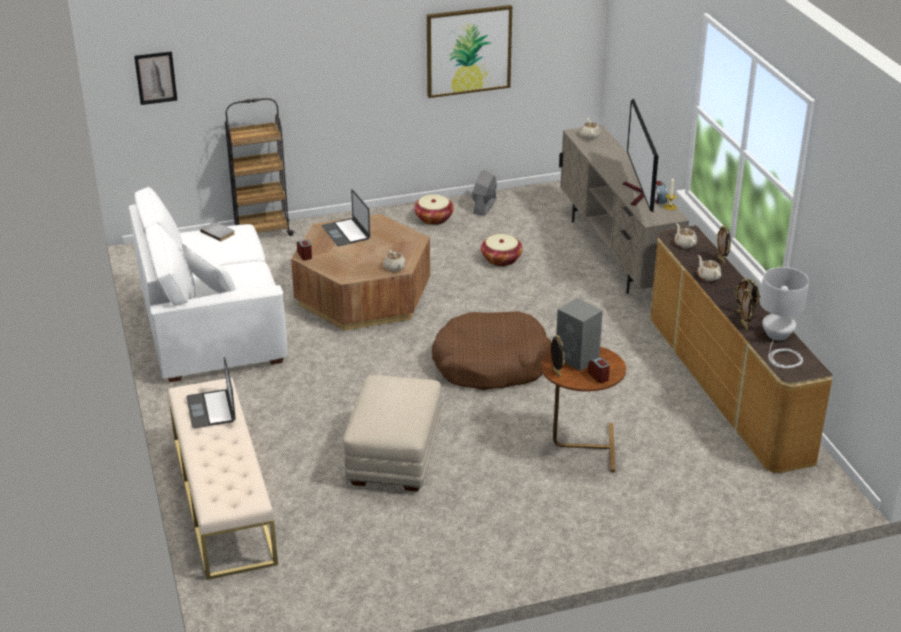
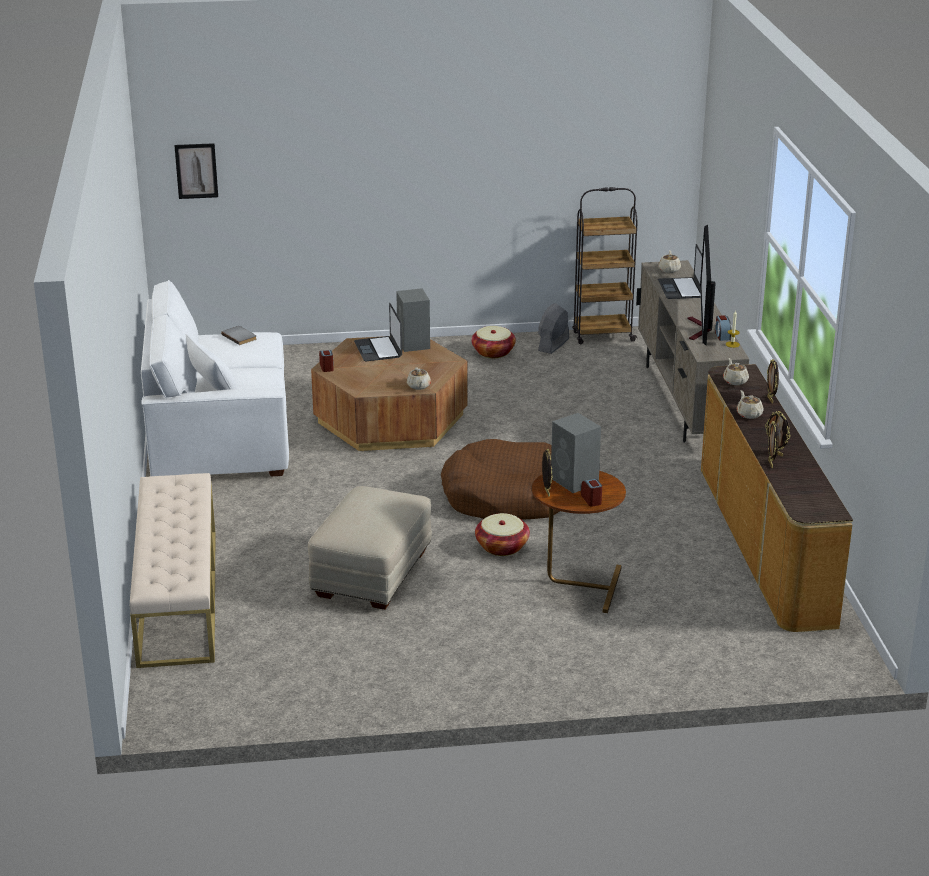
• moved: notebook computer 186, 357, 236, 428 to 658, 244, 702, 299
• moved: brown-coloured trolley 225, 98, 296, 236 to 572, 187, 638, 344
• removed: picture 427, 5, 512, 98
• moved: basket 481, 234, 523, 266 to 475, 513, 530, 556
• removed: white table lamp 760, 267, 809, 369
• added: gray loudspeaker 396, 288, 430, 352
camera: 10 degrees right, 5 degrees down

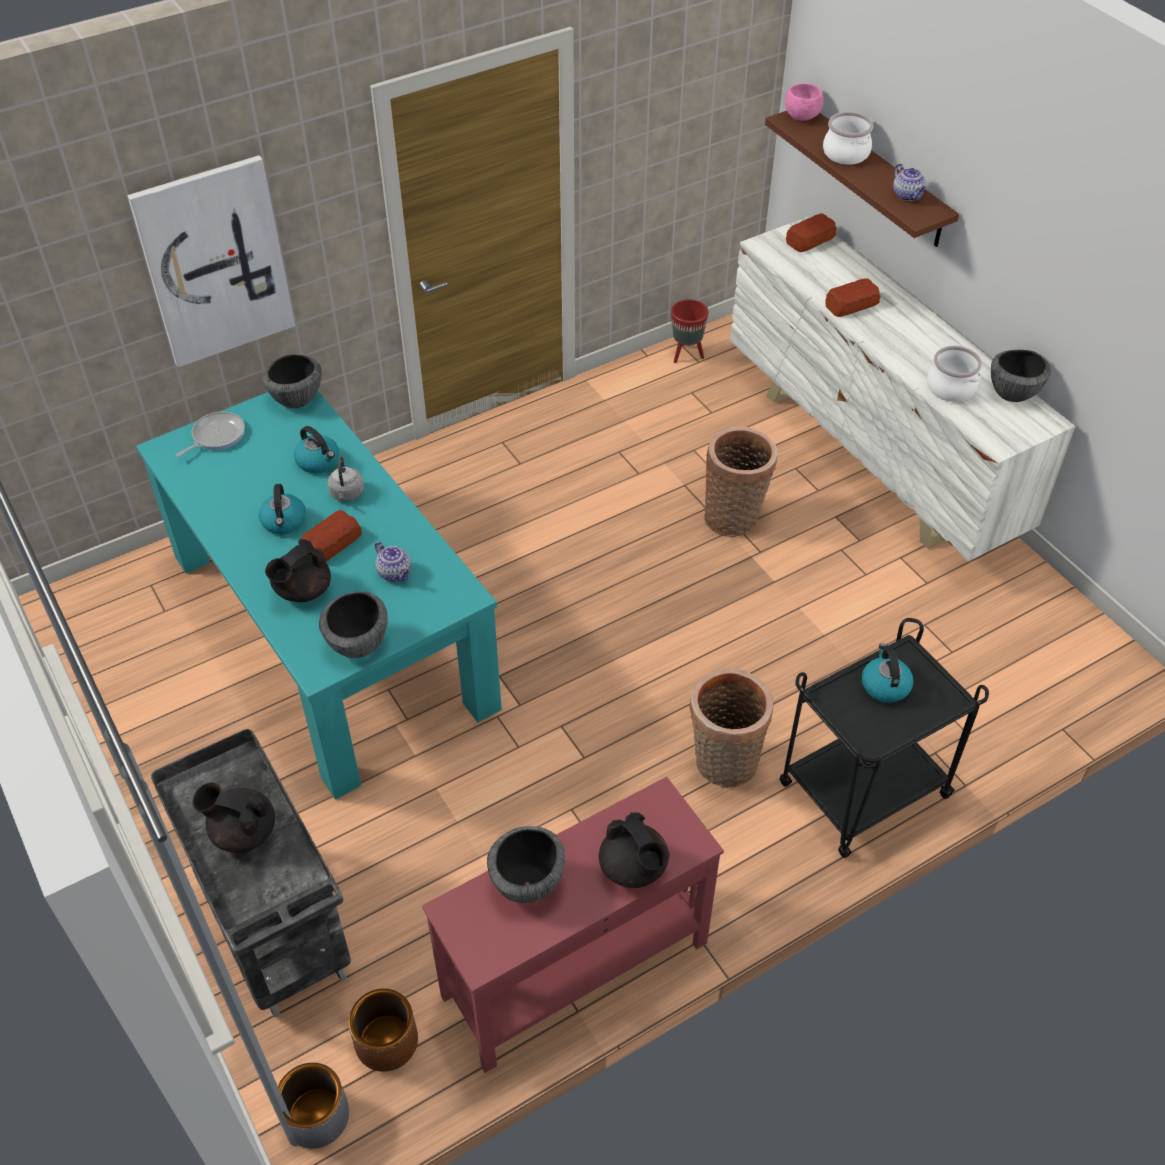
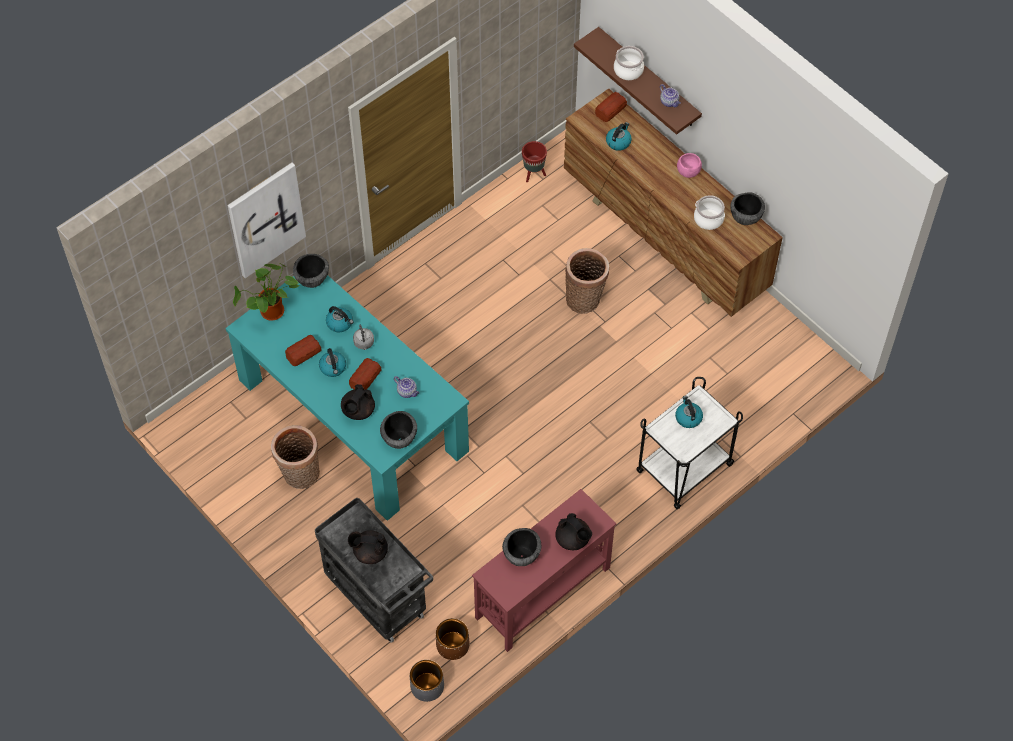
• replaced: skillet 176, 412, 245, 457 to potted plant 233, 263, 300, 321
• moved: basket 690, 668, 773, 788 to 271, 425, 320, 489
• recoloured: white cabinet 730, 216, 1075, 562 to brown-coloured cabinet 564, 88, 783, 317
• recoloured: black trolley 779, 618, 989, 858 to white trolley 636, 377, 743, 509
• moved: pink-coloured deep dish 785, 83, 824, 121 to 677, 153, 702, 178
• moved: bread 825, 278, 881, 317 to 285, 335, 322, 366
• added: water kettle 606, 122, 632, 151
camera: 10 degrees left, 10 degrees up

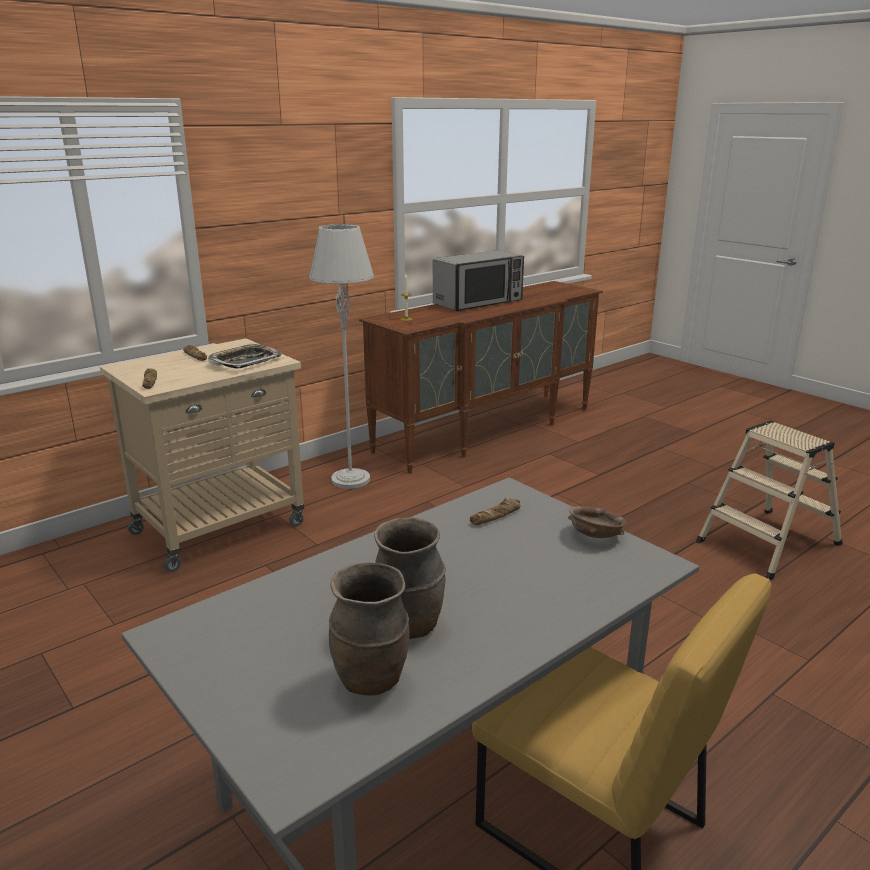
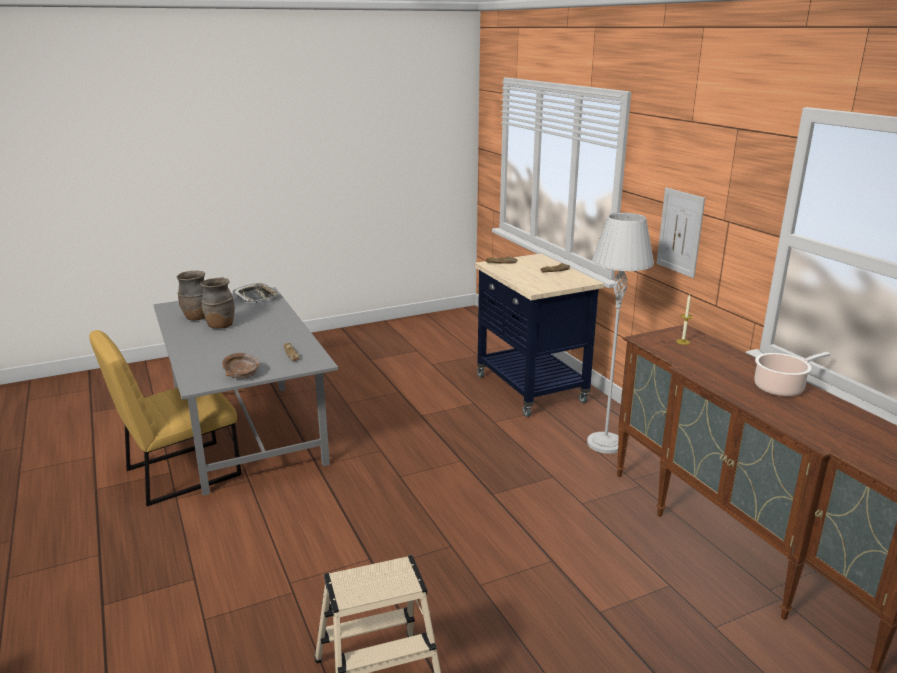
• recoloured: beige trolley 100, 338, 304, 572 to blue-coloured trolley 475, 253, 604, 417
• moved: carrying tray 208, 344, 282, 368 to 232, 283, 278, 303
• replaced: kitchen microwave 433, 250, 524, 311 to saucepot 754, 352, 831, 397
• added: picture 657, 187, 705, 278
camera: 105 degrees right, 0 degrees up

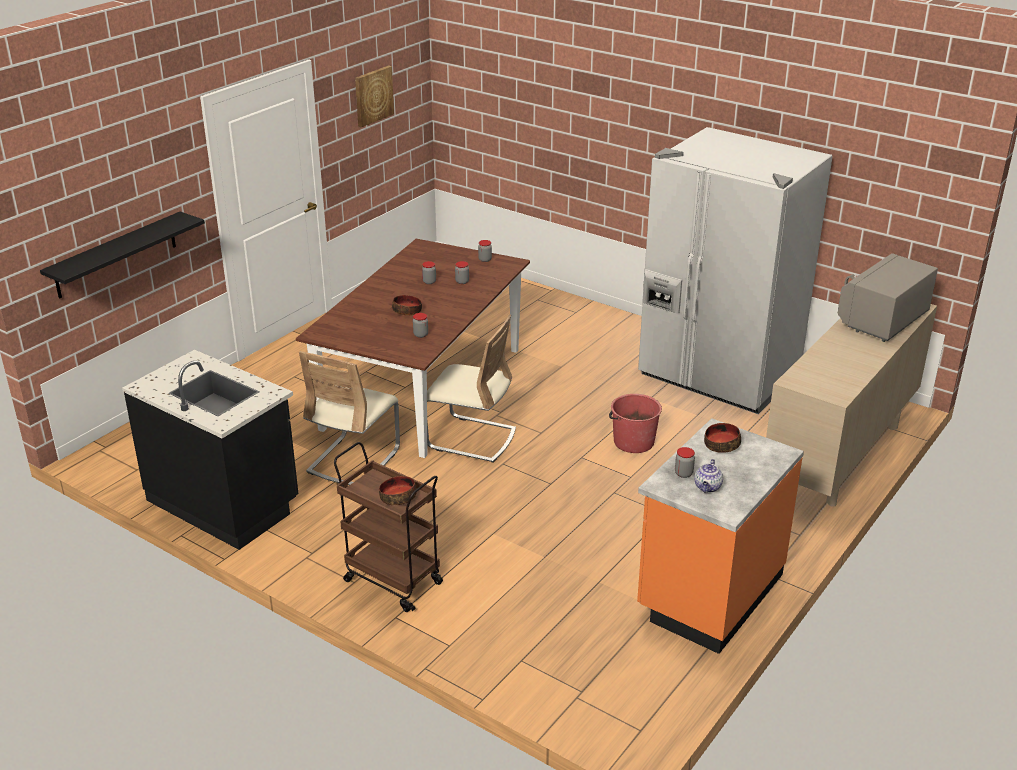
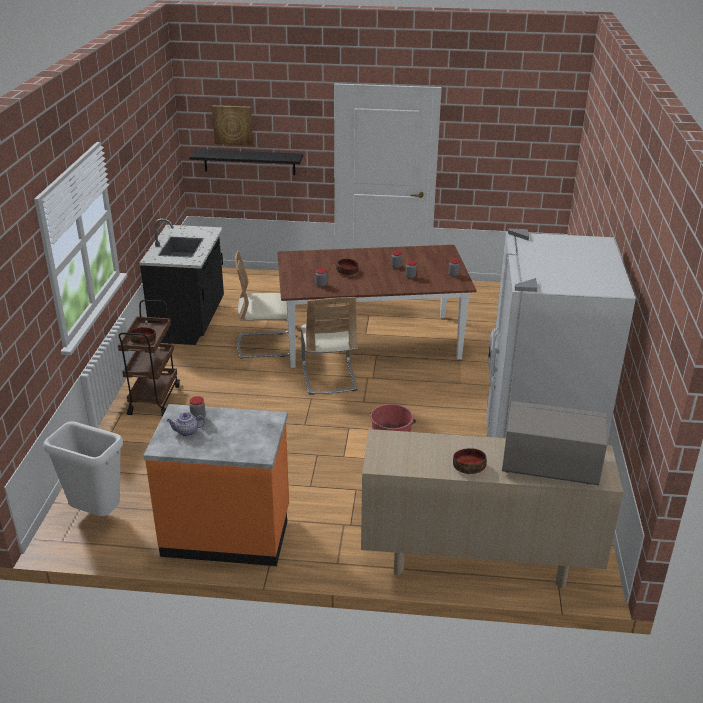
• moved: picture 355, 65, 394, 127 to 212, 105, 253, 146
• moved: deep dish 704, 423, 741, 453 to 453, 448, 487, 474
• added: white waste bin 43, 421, 123, 516
camera: 60 degrees right, 0 degrees up

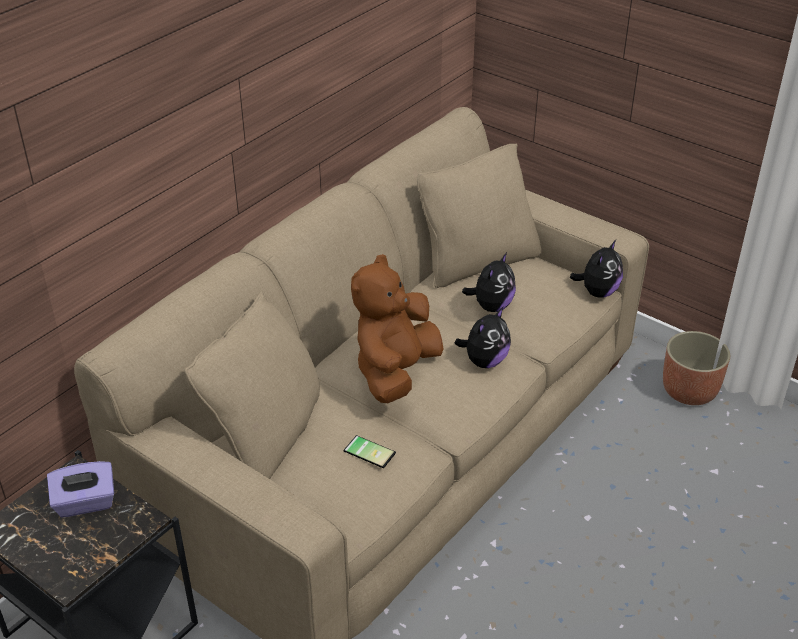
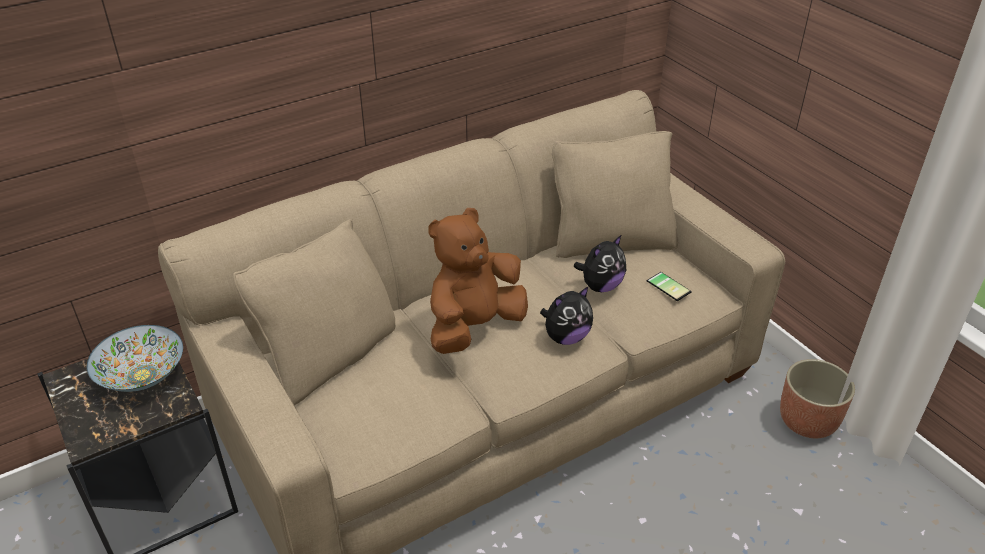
• replaced: purple tissue holder 47, 461, 114, 517 to deep dish 87, 325, 183, 392
• moved: telephone 343, 435, 396, 469 to 647, 272, 692, 301
• removed: plush toy 570, 240, 623, 298
camera: 20 degrees right, 0 degrees up

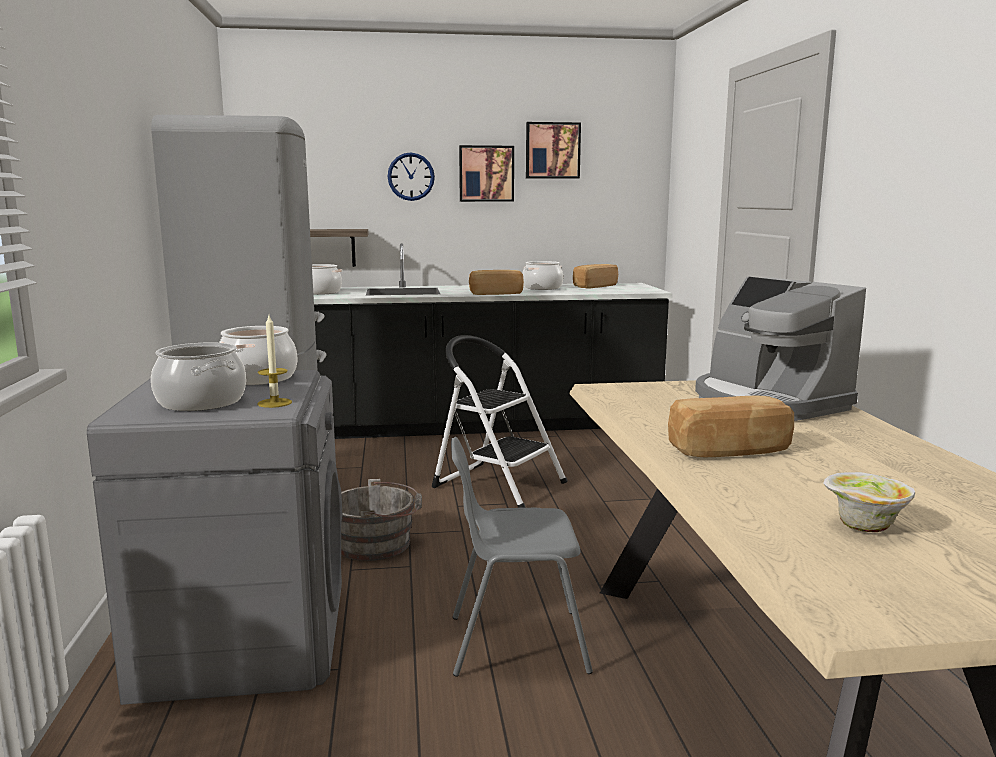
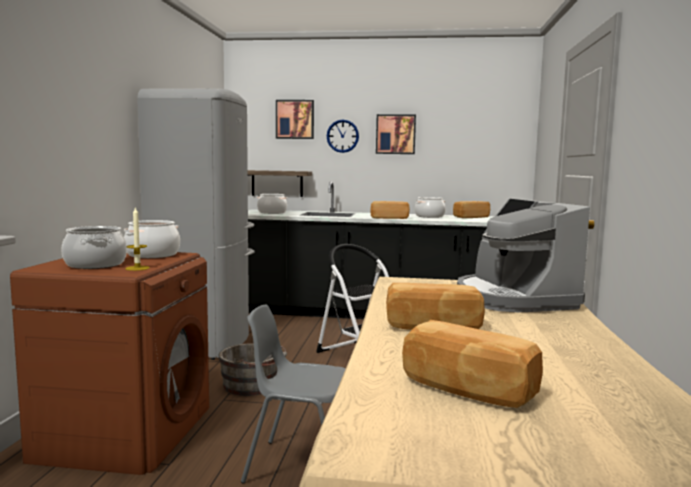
• recoloured: gray washing machine 87, 370, 342, 705 to brown-coloured washing machine 10, 252, 209, 475
• moved: picture 526, 122, 581, 179 to 276, 100, 314, 139
• replaced: deep dish 823, 472, 915, 532 to bread 402, 320, 543, 408
camera: 15 degrees right, 5 degrees down

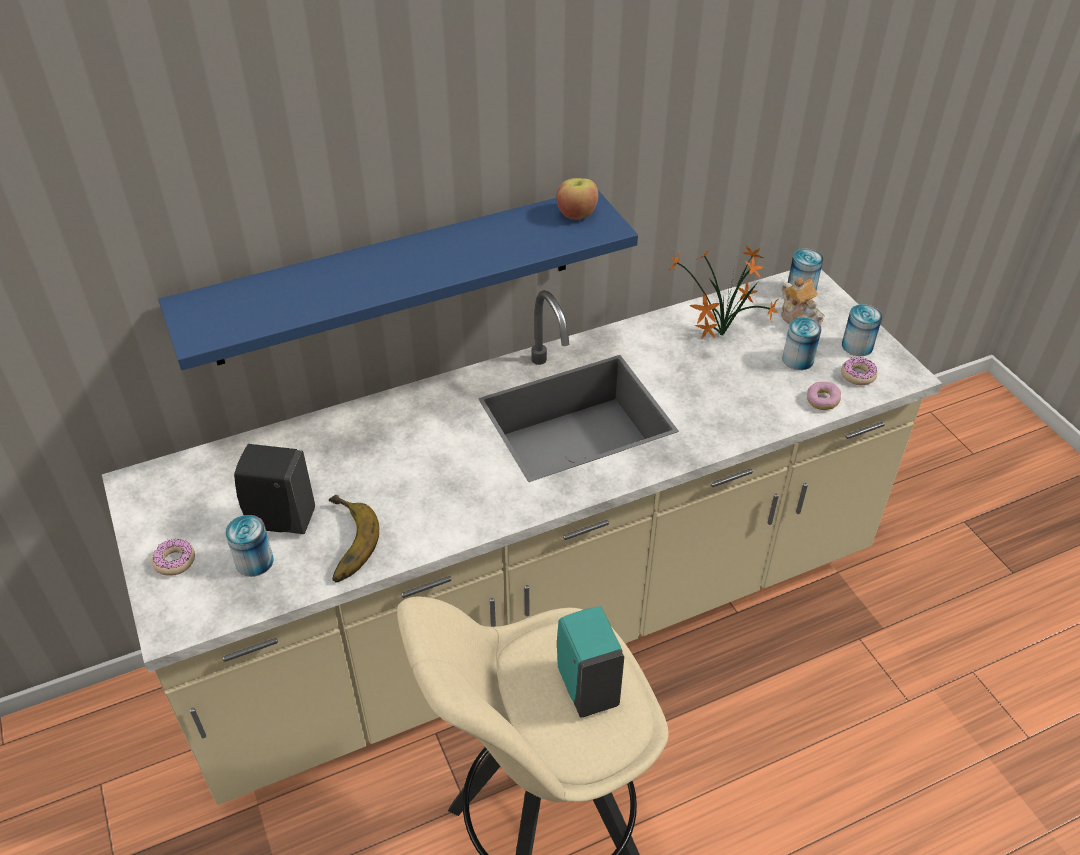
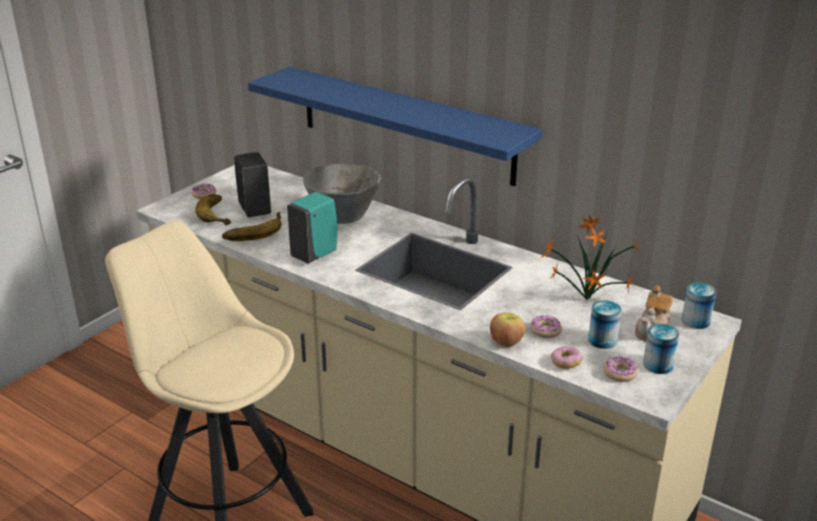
• replaced: sealed can 225, 515, 274, 577 to banana 195, 194, 231, 225
• moved: whole apple 556, 178, 598, 219 to 490, 312, 525, 347
• moved: turquoise soap bottle 557, 606, 624, 718 to 287, 192, 337, 264
• added: gray deep dish 303, 164, 381, 224
• added: donut 530, 315, 562, 338
camera: 60 degrees right, 15 degrees down

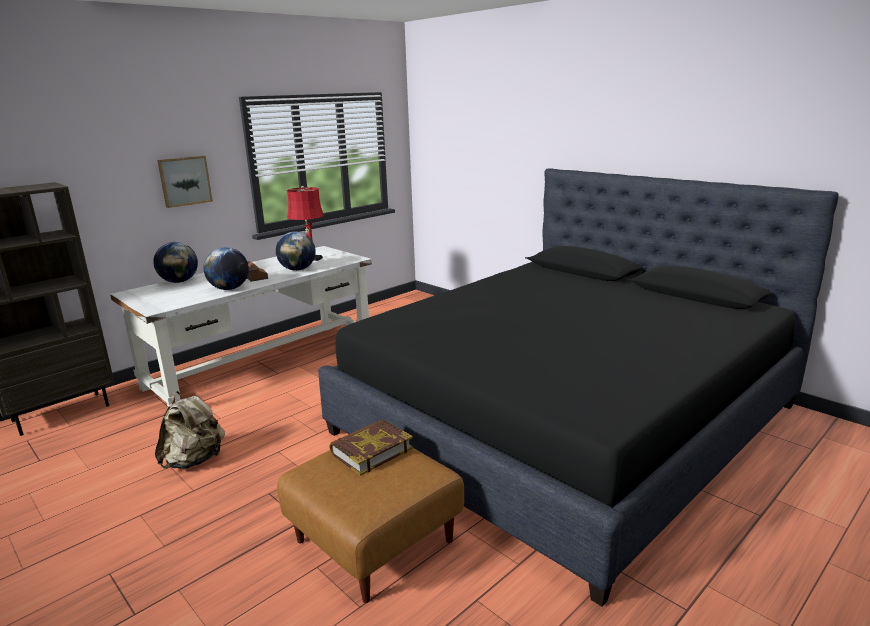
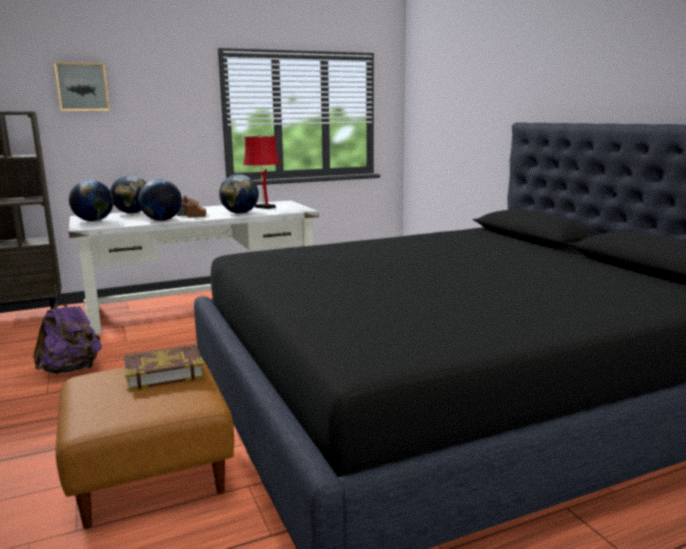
• recoloured: beige backpack 155, 391, 225, 469 to purple backpack 33, 298, 102, 374
• moved: picture 157, 156, 213, 208 to 54, 62, 109, 111
• added: globe 69, 180, 114, 221
camera: 20 degrees right, 5 degrees down

